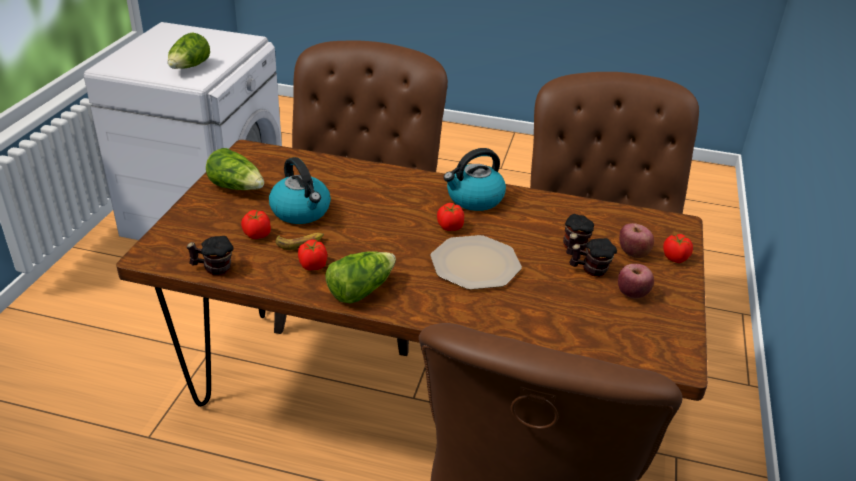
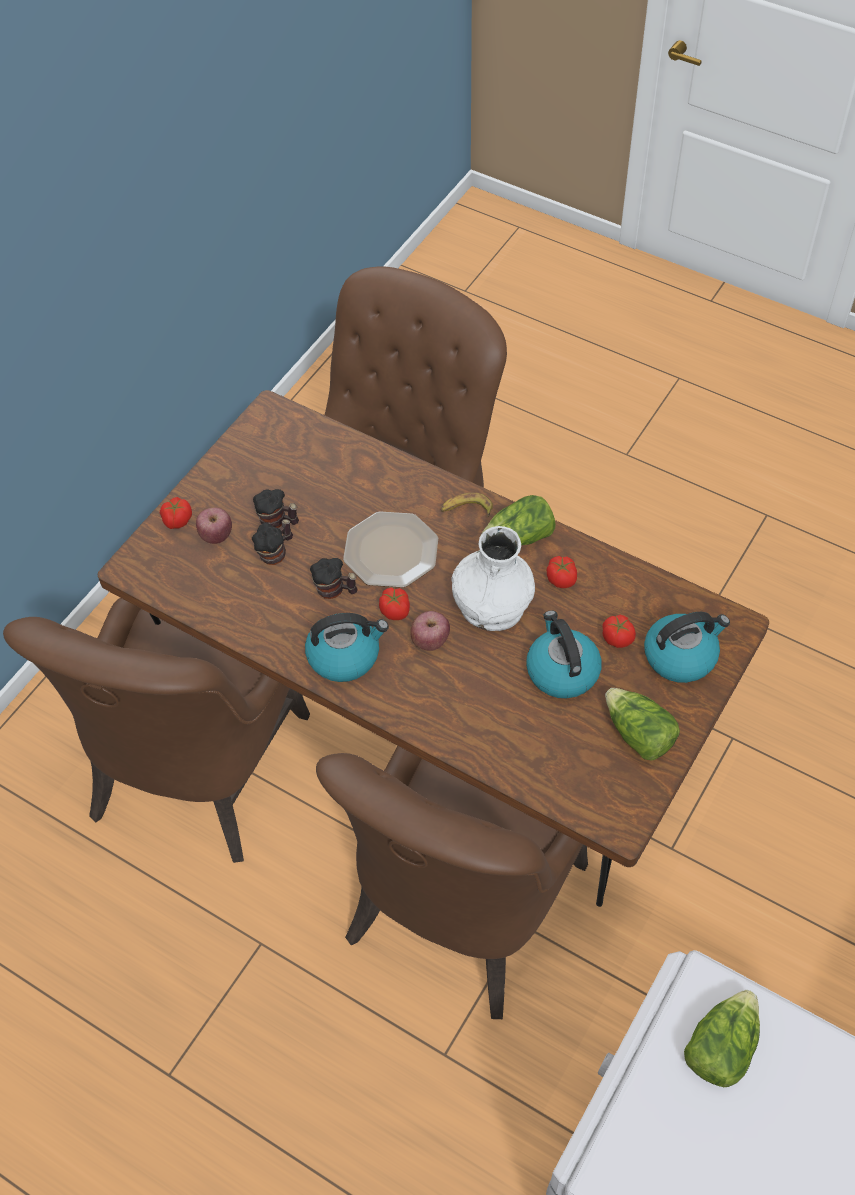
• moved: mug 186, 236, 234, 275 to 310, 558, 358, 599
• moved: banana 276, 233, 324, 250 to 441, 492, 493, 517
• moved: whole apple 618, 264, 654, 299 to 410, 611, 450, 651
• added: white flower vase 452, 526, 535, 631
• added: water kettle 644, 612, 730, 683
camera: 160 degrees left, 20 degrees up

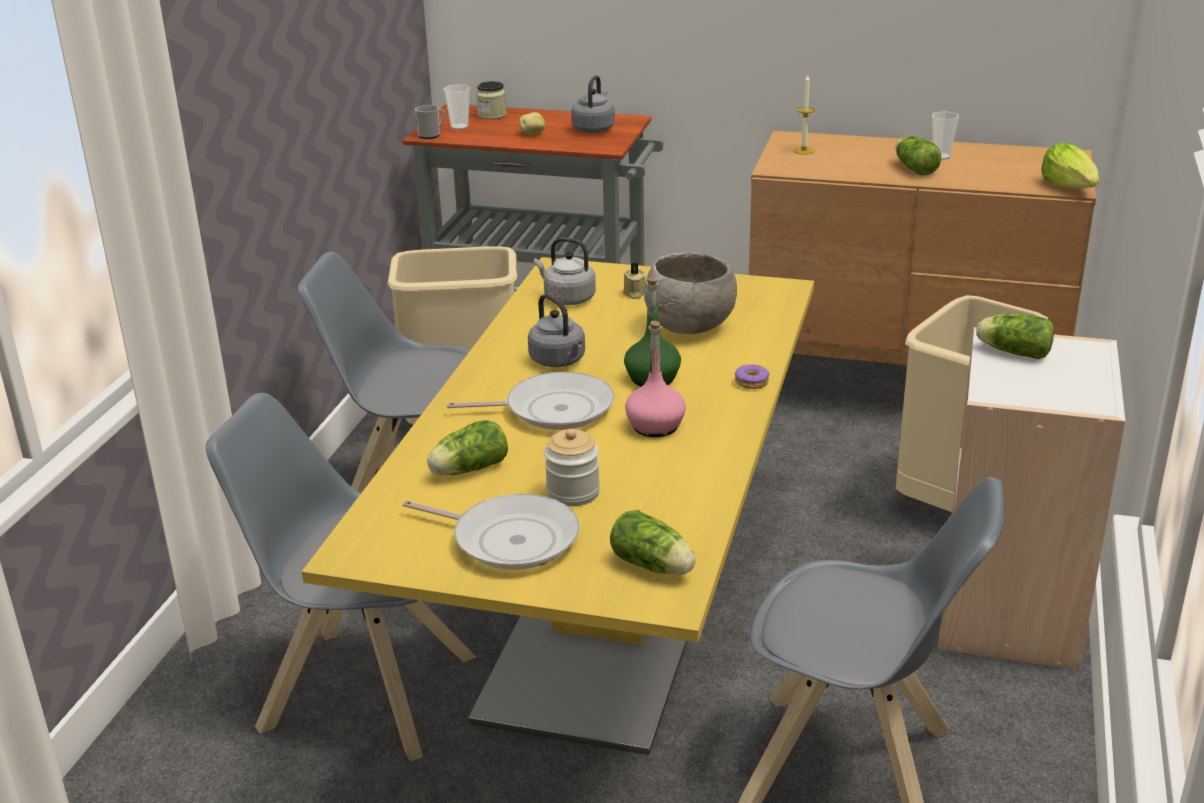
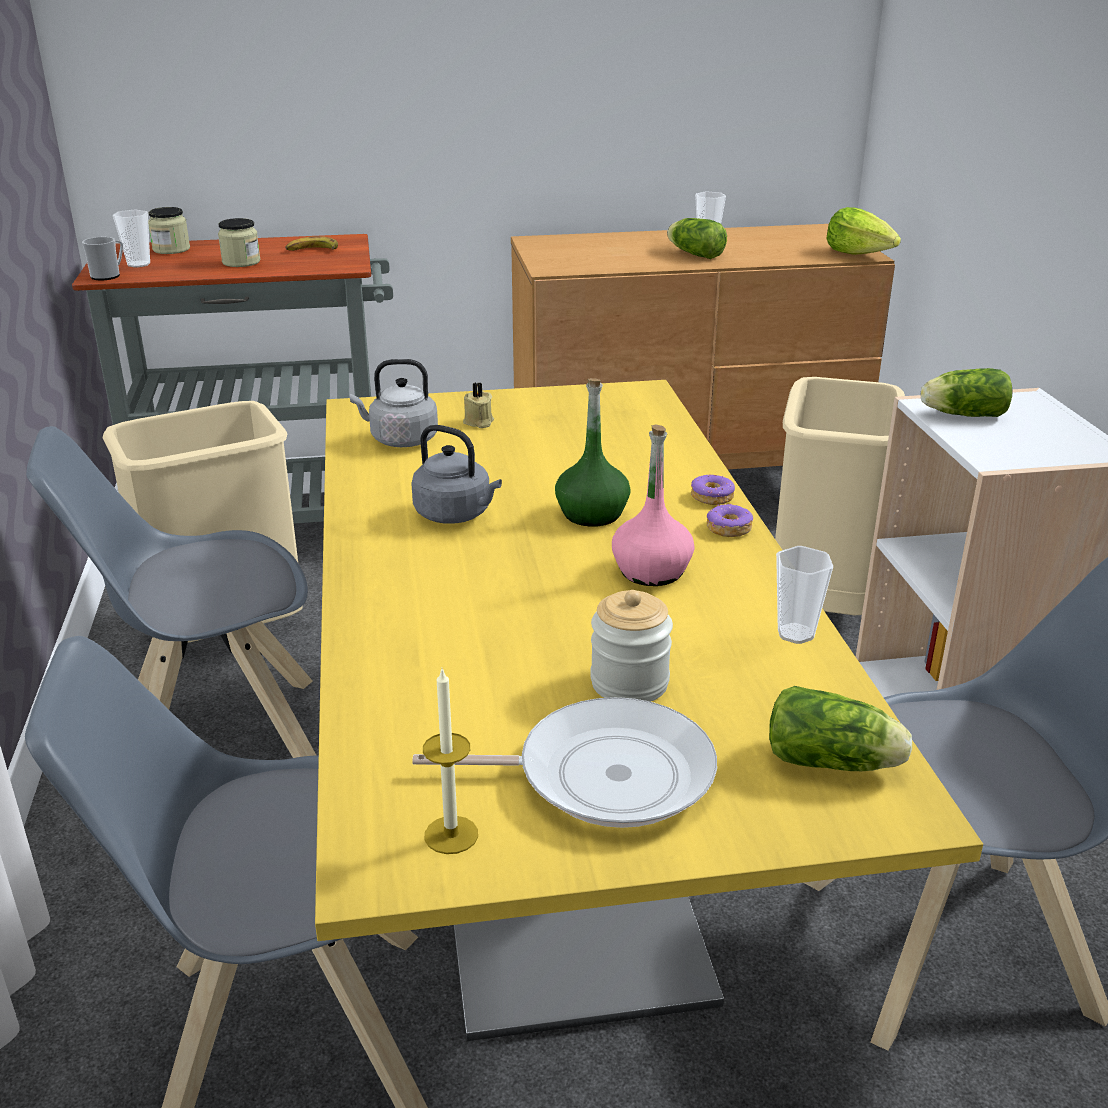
• removed: head of lettuce 427, 420, 508, 475
• removed: skillet 447, 372, 614, 430
• replaced: spud 519, 112, 545, 135 to preserve jar 218, 218, 261, 267
• replaced: gray water kettle 571, 75, 615, 133 to banana 285, 236, 338, 251
• removed: gray deep dish 644, 252, 737, 334
• moved: candle 793, 75, 815, 155 to 423, 669, 478, 854
• added: donut 707, 504, 753, 537
• added: small cup 776, 546, 833, 644
camera: 25 degrees left, 0 degrees up

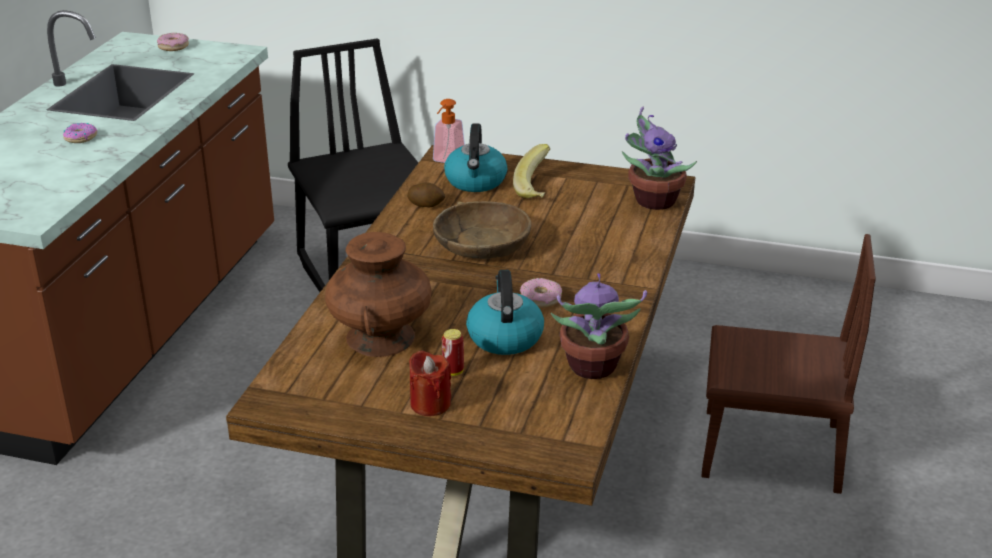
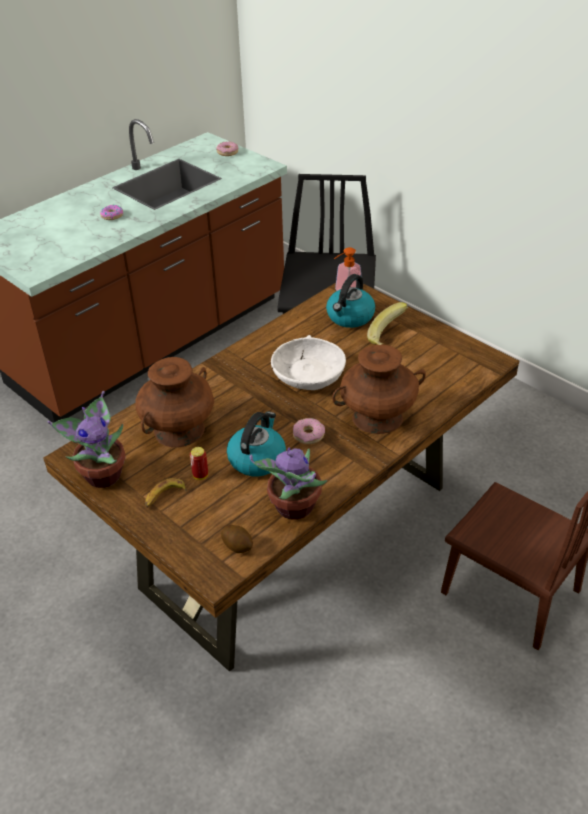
• moved: spud 407, 182, 445, 207 to 221, 524, 253, 553
• replaced: reddish candle 409, 350, 451, 416 to banana 145, 478, 187, 508
• recoloured: brown-coloured deep dish 433, 201, 532, 259 to white deep dish 271, 335, 346, 390
• moved: potted plant 622, 107, 697, 210 to 48, 391, 125, 488
• added: brown-coloured flower vase 332, 345, 426, 434
camera: 30 degrees right, 10 degrees up

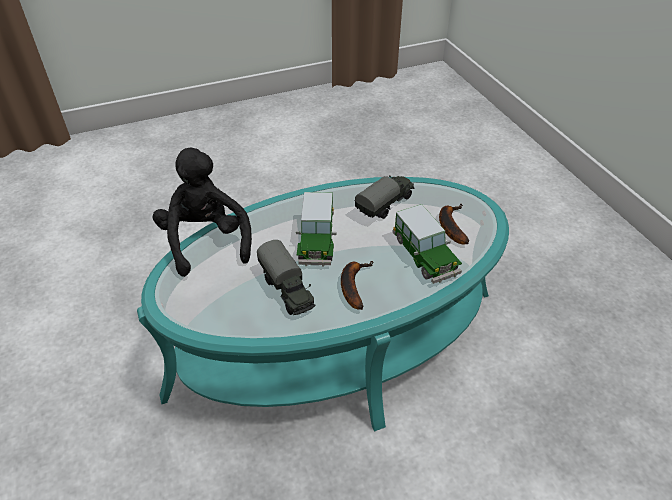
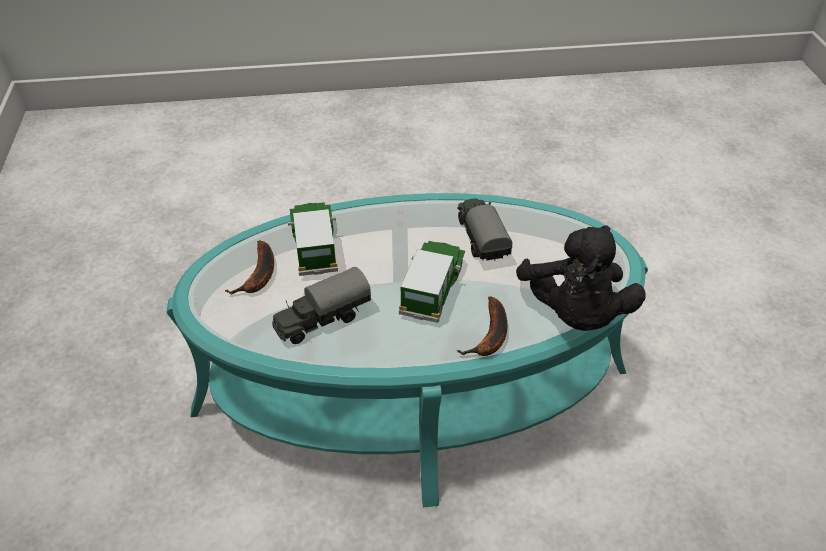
• moved: banana 341, 261, 374, 310 to 457, 296, 507, 356
camera: 165 degrees left, 0 degrees up

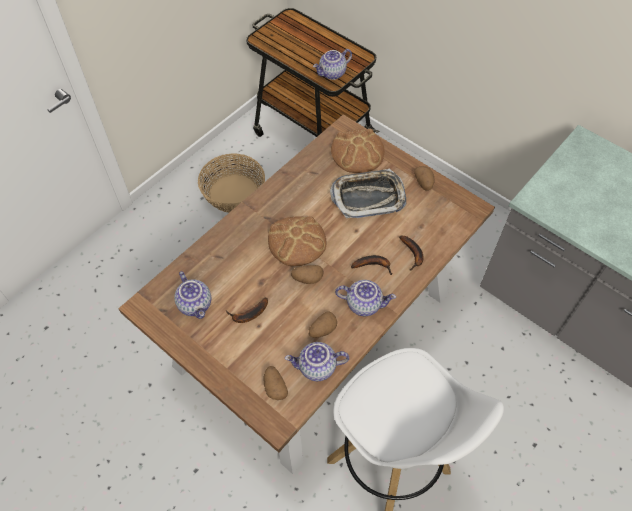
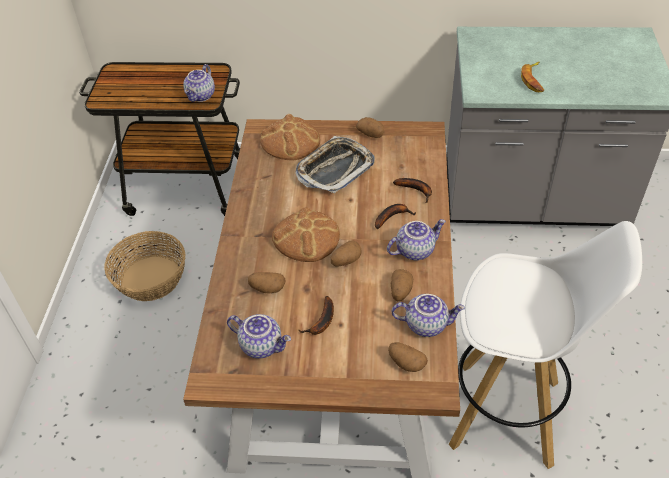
• turned: teapot 285, 342, 349, 381 = 392, 294, 465, 337 135 degrees counterclockwise
• added: spud 248, 272, 286, 293
• added: banana 521, 62, 544, 92
camera: 35 degrees left, 10 degrees down

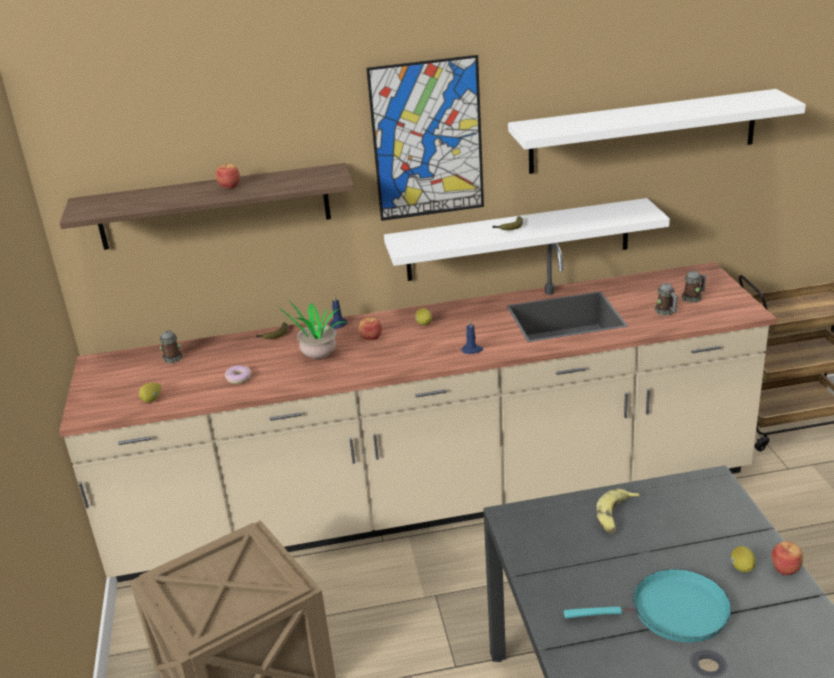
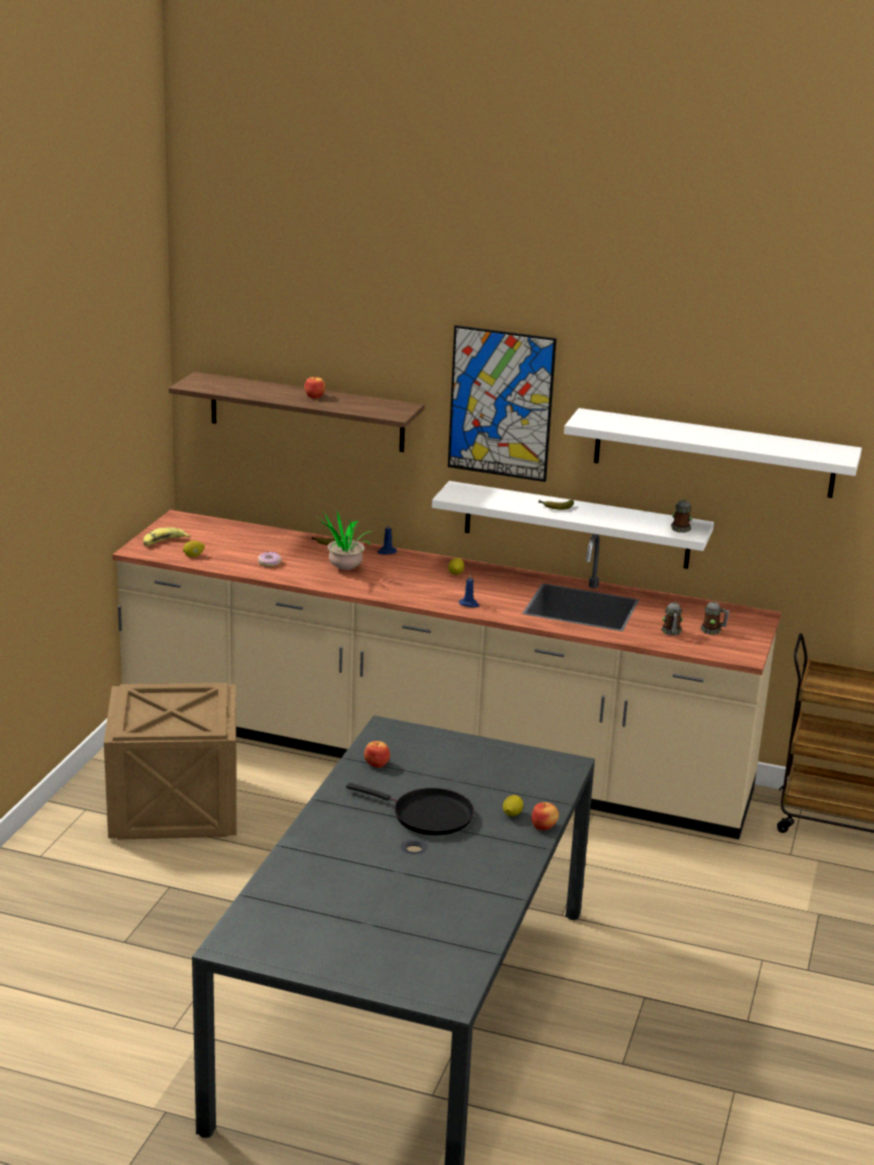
• moved: mug 160, 330, 183, 363 to 671, 499, 692, 533
• moved: whole apple 358, 318, 382, 340 to 364, 741, 390, 768
• recoloured: turquoise skillet 564, 569, 731, 642 to black skillet 346, 783, 474, 835
• moved: banana 596, 489, 640, 533 to 143, 527, 191, 546
camera: 25 degrees right, 5 degrees down

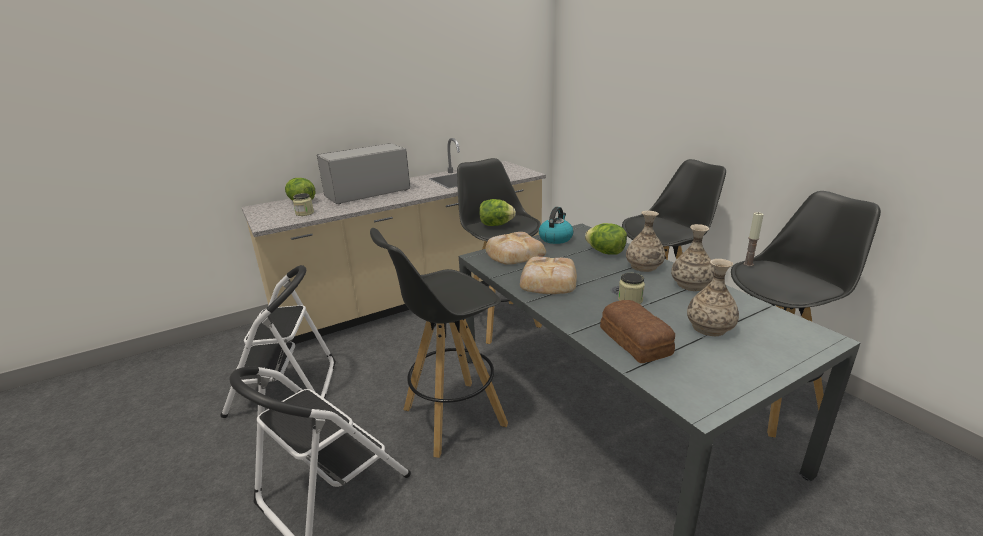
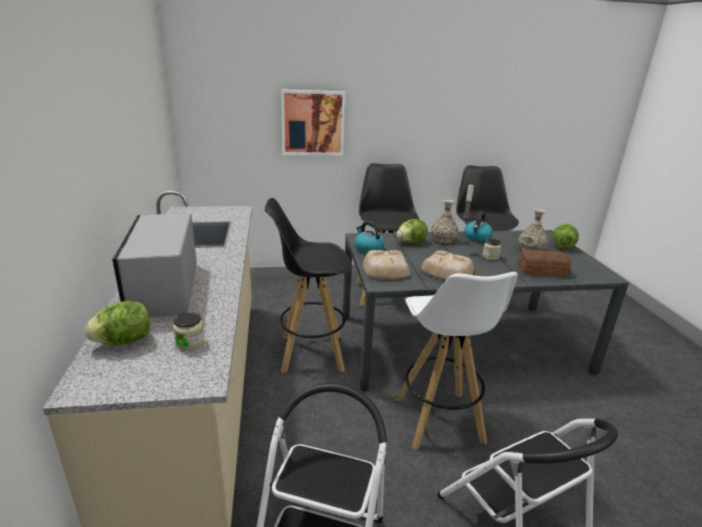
• recoloured: black stool seat 370, 228, 508, 458 to white stool seat 395, 272, 518, 451
• moved: head of lettuce 479, 199, 516, 226 to 553, 224, 579, 249
• replaced: flower vase 671, 224, 714, 291 to water kettle 464, 212, 493, 241
• added: picture 281, 89, 345, 156
camera: 70 degrees left, 0 degrees up

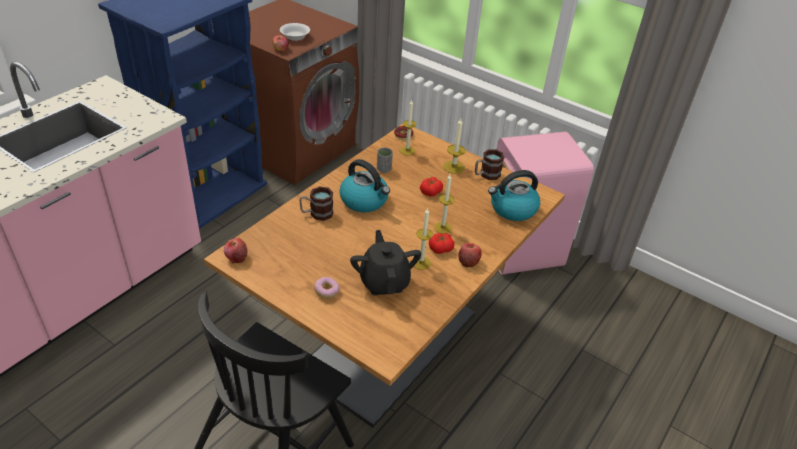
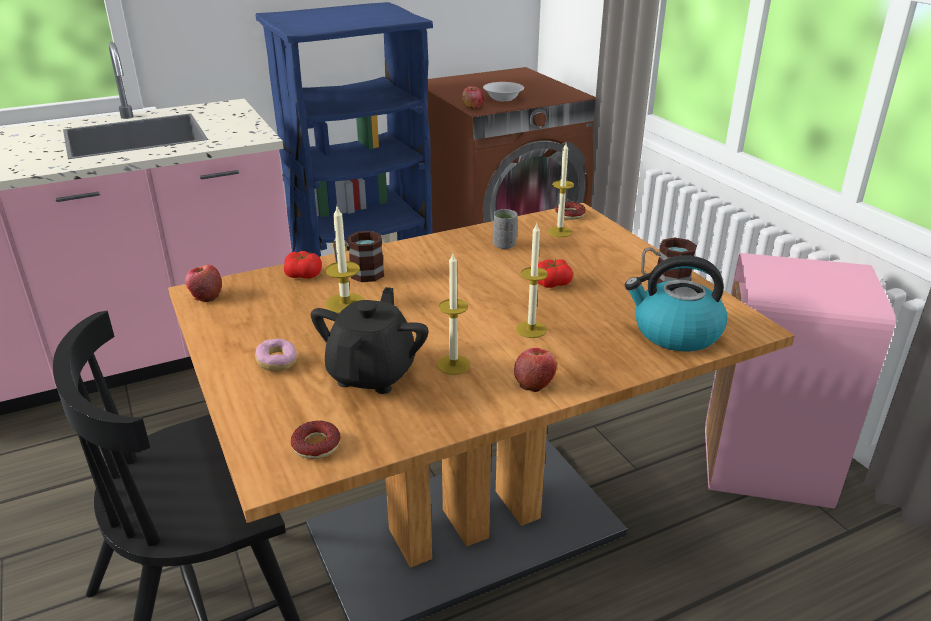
• removed: water kettle 339, 159, 390, 212
• moved: tomato 429, 233, 454, 254 to 284, 251, 322, 279
• moved: candle 444, 118, 466, 174 to 325, 204, 365, 313
• added: donut 291, 421, 341, 459
camera: 30 degrees right, 10 degrees down

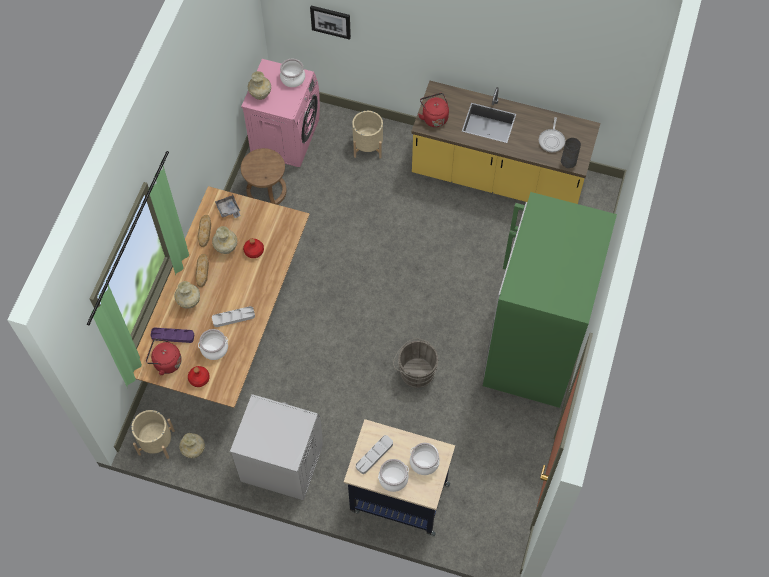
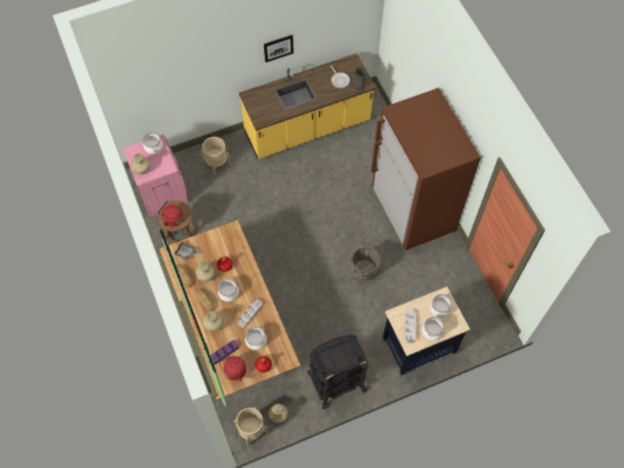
• replaced: white washing machine 230, 394, 323, 500 to black trolley 307, 334, 368, 409
• moved: picture 310, 6, 351, 40 to 264, 35, 294, 62
• moved: reddish water kettle 418, 93, 449, 127 to 158, 200, 183, 226
• recoloured: green-coloured refrigerator 483, 192, 617, 408 to brown-coloured refrigerator 371, 88, 481, 250
• added: saucepot 218, 278, 239, 302
camera: 40 degrees left, 0 degrees up

